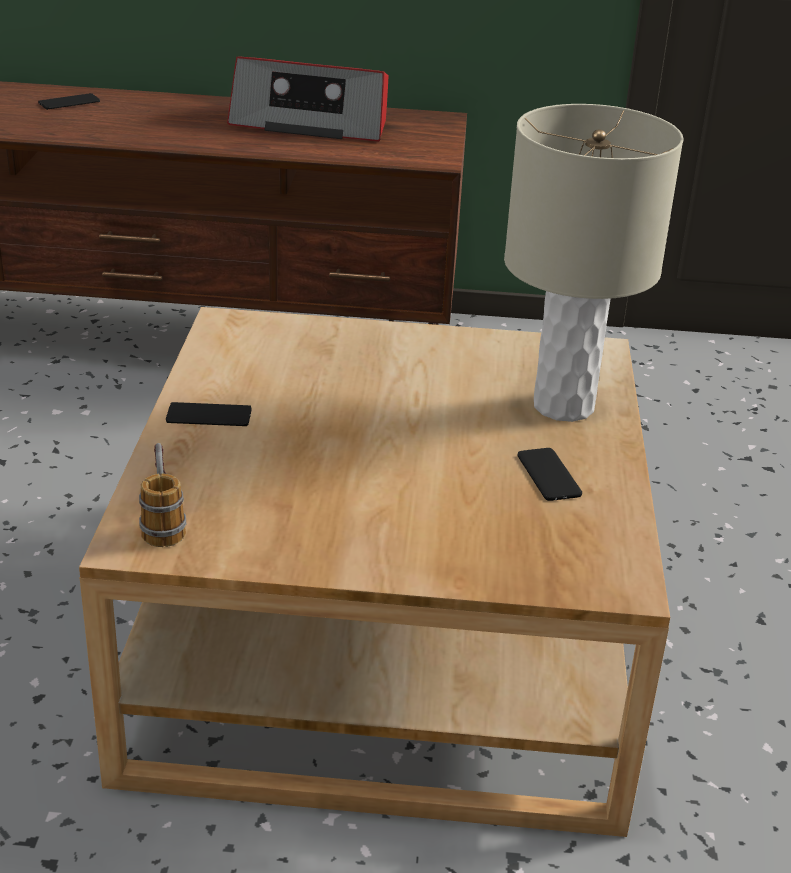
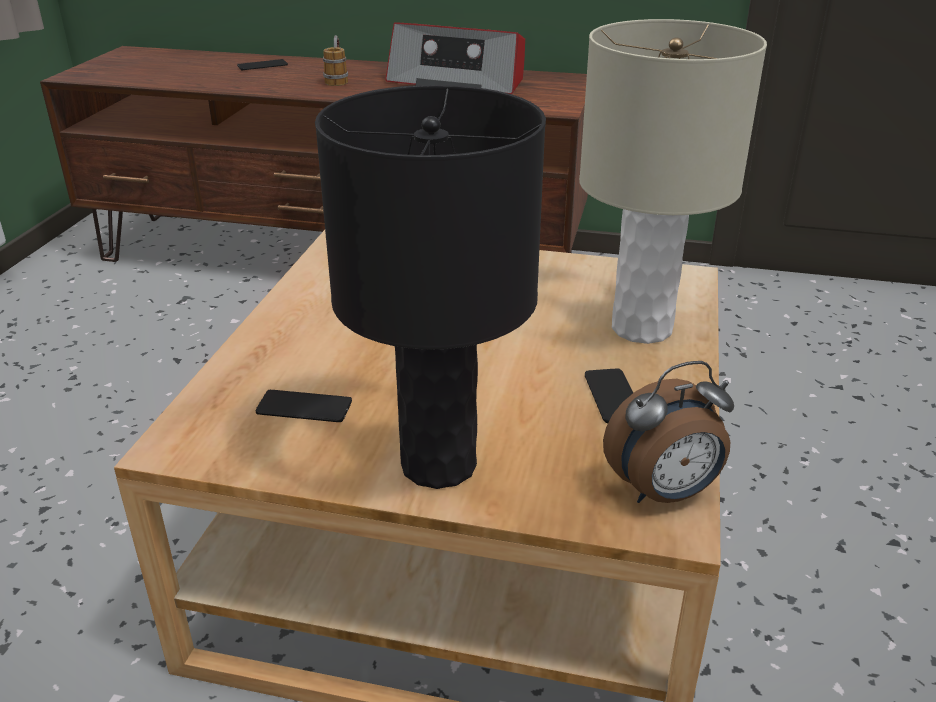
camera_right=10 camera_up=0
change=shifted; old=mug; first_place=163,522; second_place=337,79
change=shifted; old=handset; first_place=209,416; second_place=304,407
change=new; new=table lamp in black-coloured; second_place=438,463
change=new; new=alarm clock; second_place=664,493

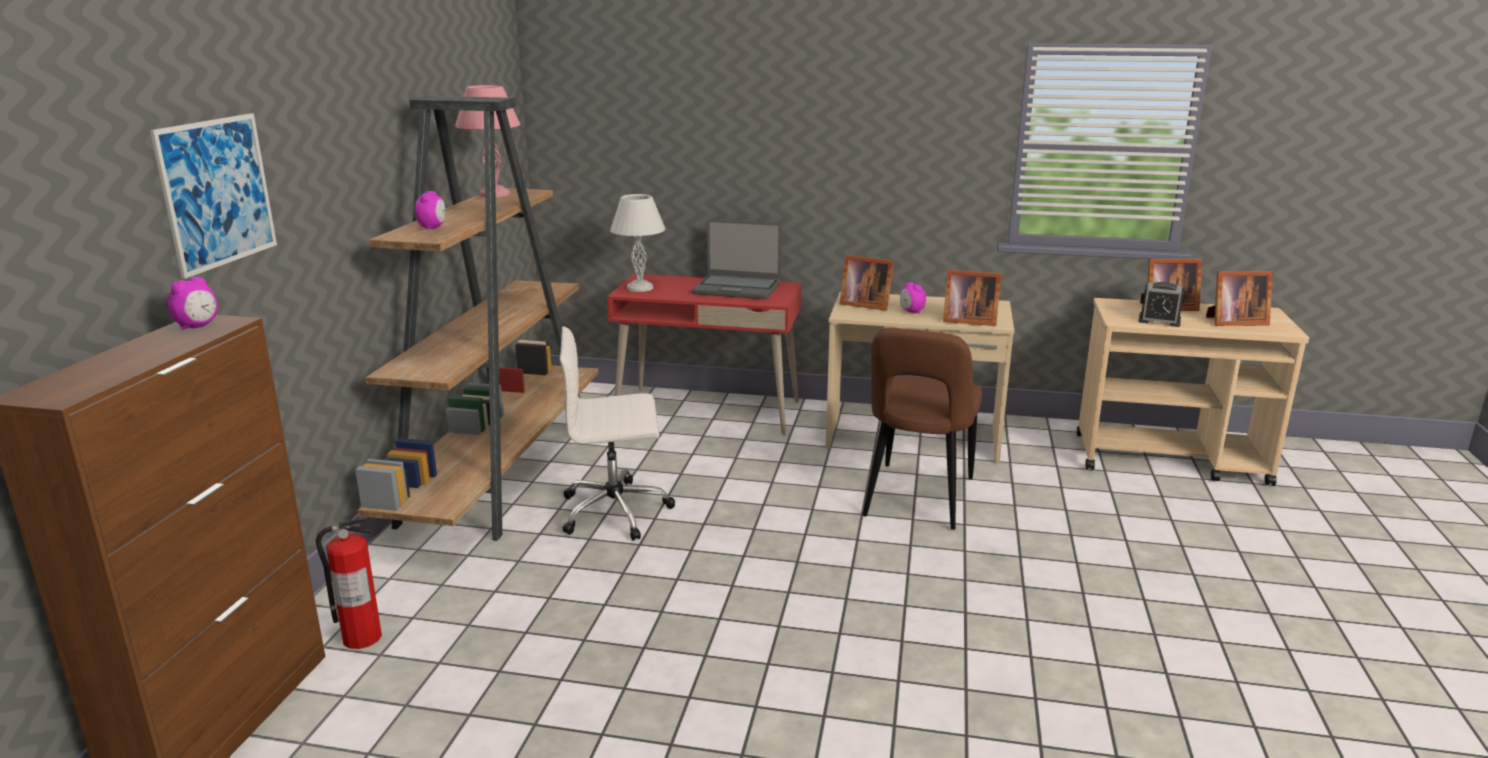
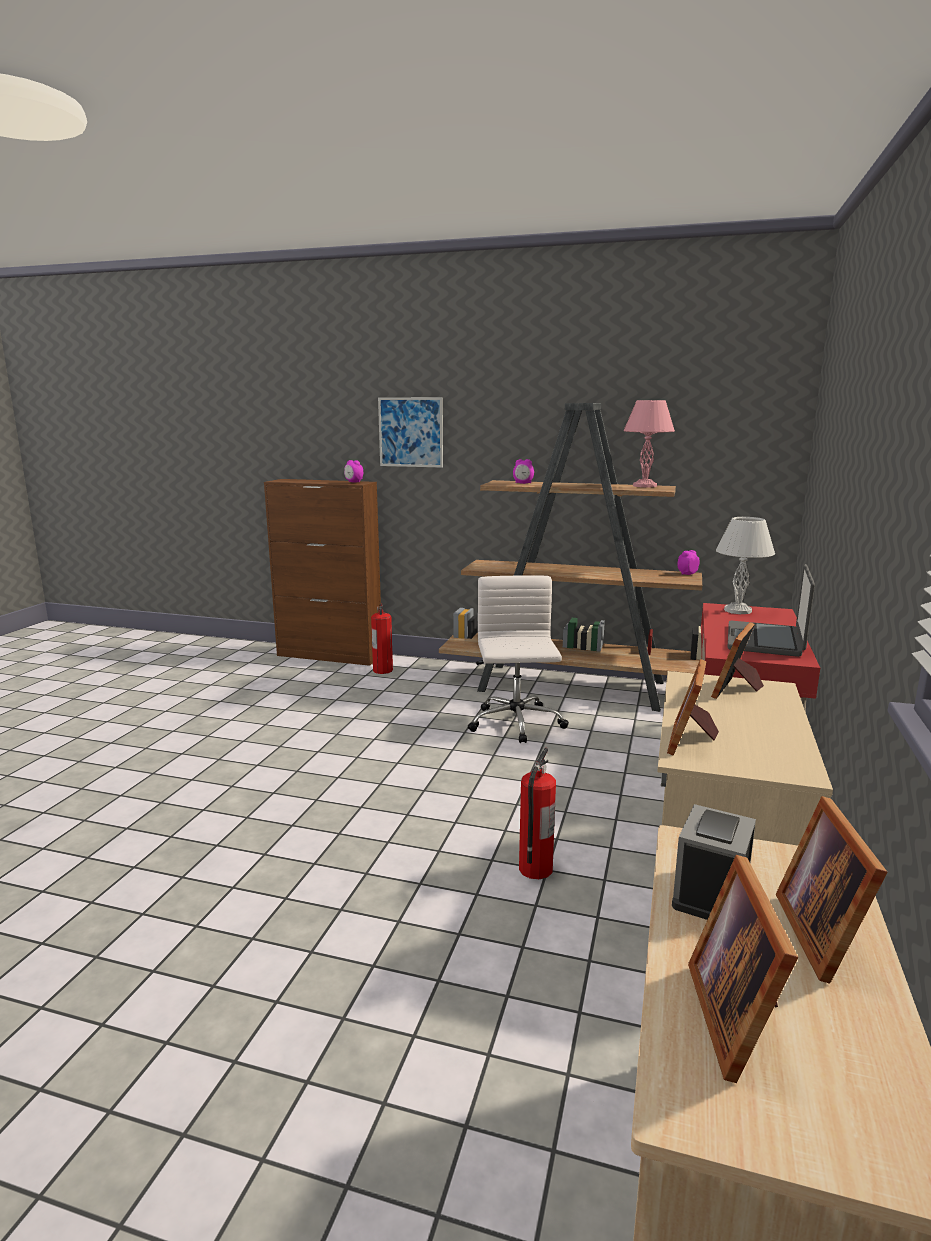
camera_right=95 camera_up=-5
change=swapped; old=chair in brownish; new=fire-fighting cylinder; first_place=917,500; second_place=535,869
change=shifted; old=alarm clock; first_place=911,312; second_place=687,574

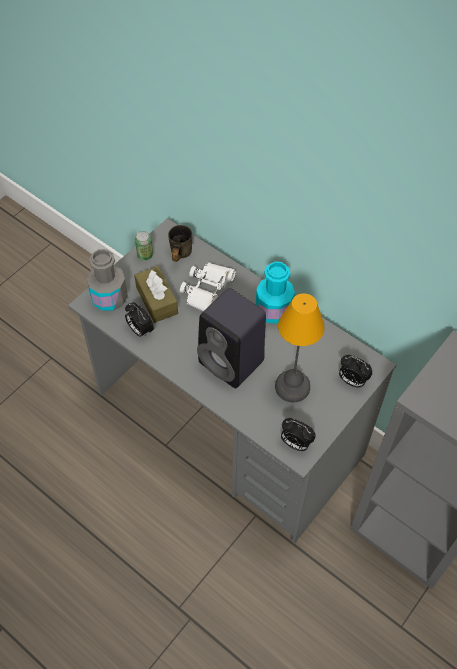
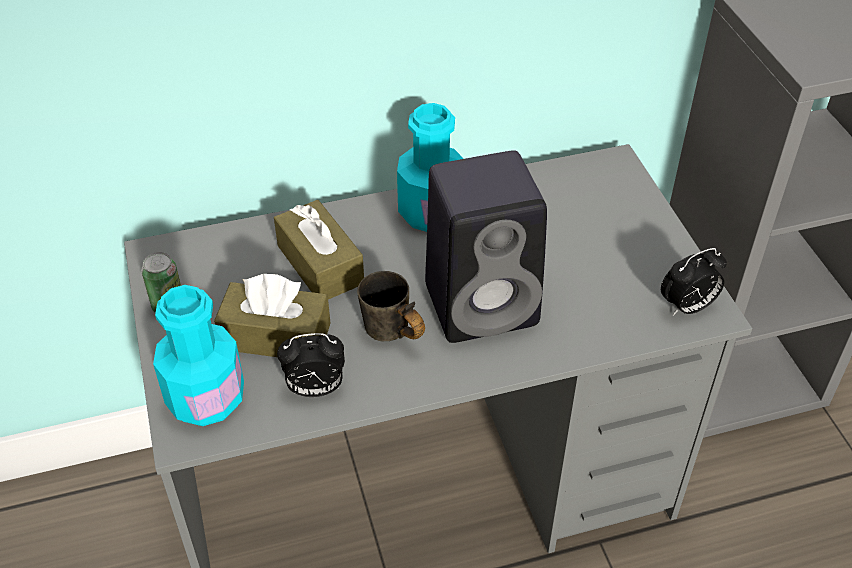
camera_right=-55 camera_up=-10
change=repainted; old=beverage bottle in greyish; new=beverage bottle in blue-green; first_place=109,298; second_place=206,398
change=shifted; old=mug in greyish; first_place=177,255; second_place=389,336
change=swapped; old=binoculars in white-coloured; new=tissue holder in brownish; first_place=207,290; second_place=320,264
change=gone; old=table lamp; first_place=292,388
change=gone; old=alarm clock; first_place=352,381

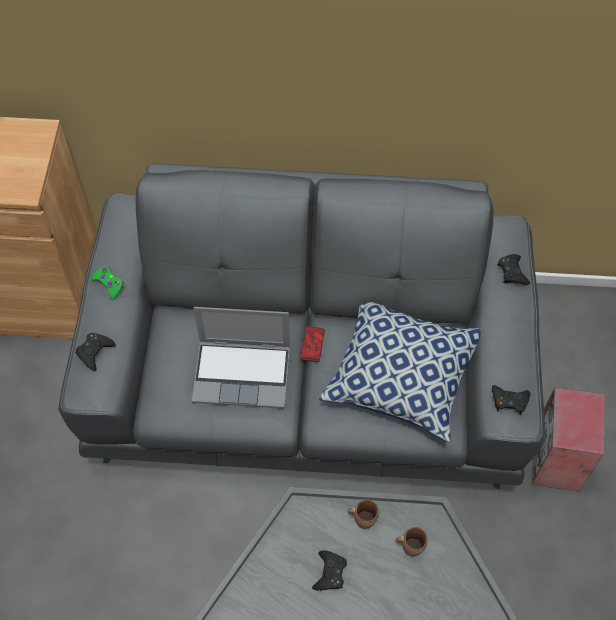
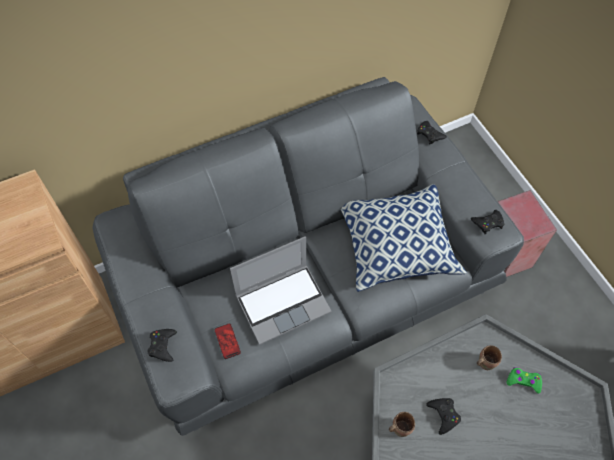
camera_right=-30 camera_up=0
change=shifted; old=gamepad in greenish; first_place=109,284; second_place=523,381
change=shifted; old=handset; first_place=312,344; second_place=227,341
change=shifted; old=mug in brownish; first_place=363,518; second_place=400,427

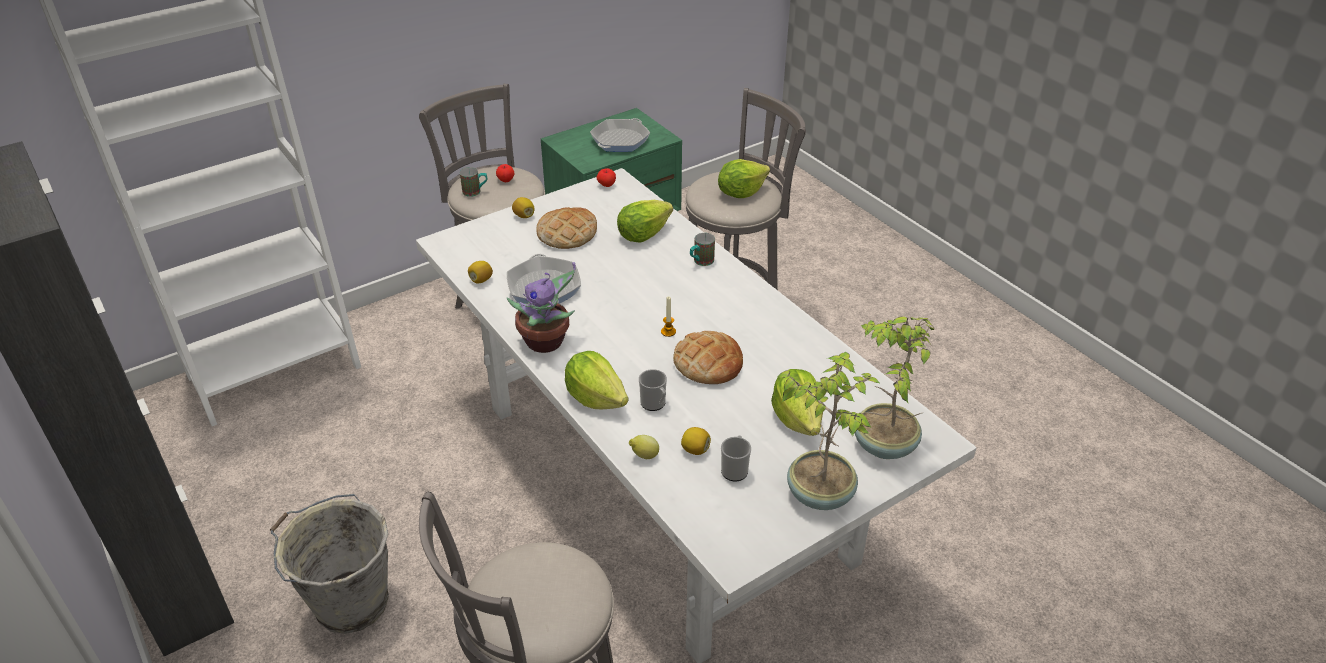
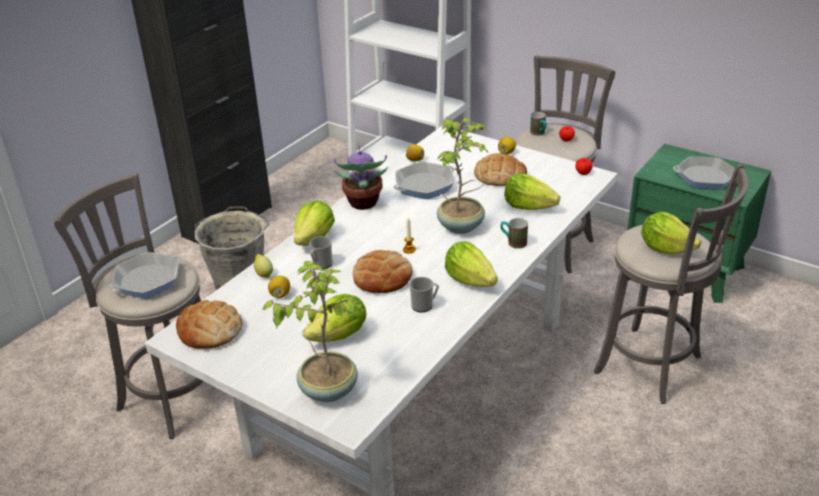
camera_right=70 camera_up=-5
change=shifted; old=mug; first_place=735,469; second_place=424,305
change=shifted; old=houseplant; first_place=820,493; second_place=462,226
change=new; new=skillet; second_place=148,280
change=new; new=bread; second_place=210,330
change=new; new=head of lettuce; second_place=470,280

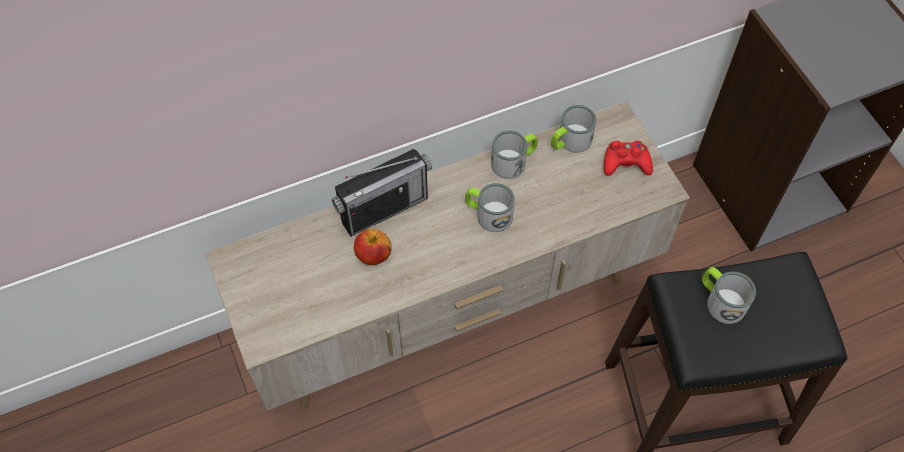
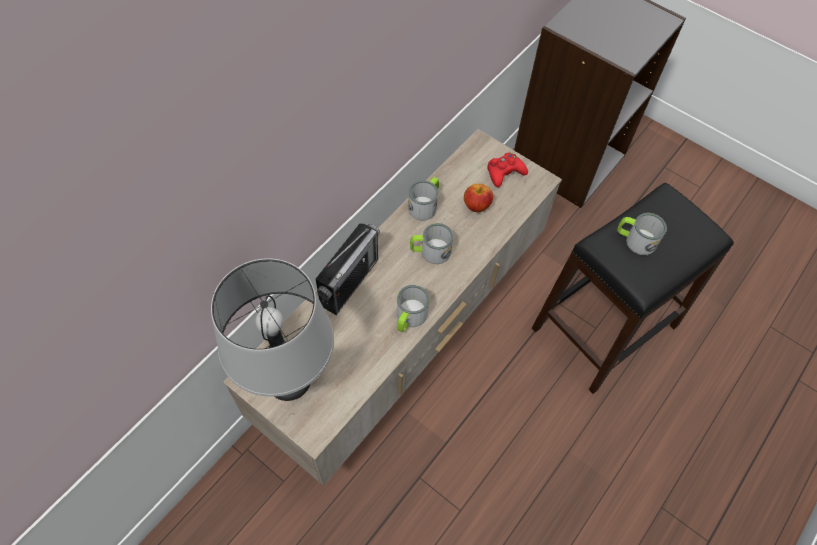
camera_right=-30 camera_up=0
change=shifted; old=apple fruit; first_place=373,255; second_place=476,206
change=shifted; old=mug; first_place=570,141; second_place=409,318
change=new; new=table lamp in greyish; second_place=288,378

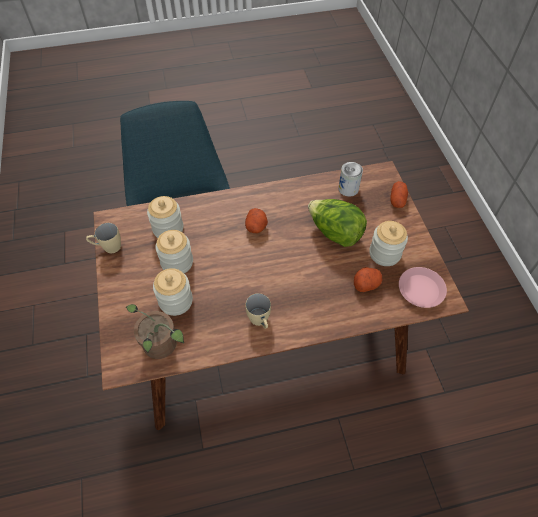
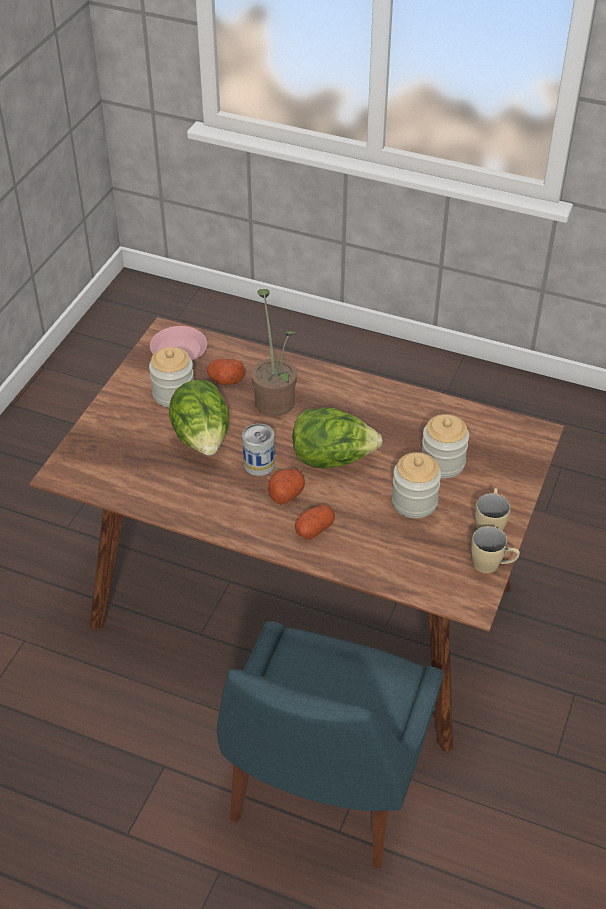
camera_right=-145 camera_up=-10
change=shifted; old=houseplant; first_place=162,347; second_place=275,397
change=gone; old=preserve jar; first_place=168,229
change=shifted; old=mug in beige; first_place=260,321; second_place=489,525
change=shifted; old=metal can; first_place=348,188; second_place=259,464
change=shifted; old=spud; first_place=397,200; second_place=314,529
change=new; new=head of lettuce; second_place=332,459

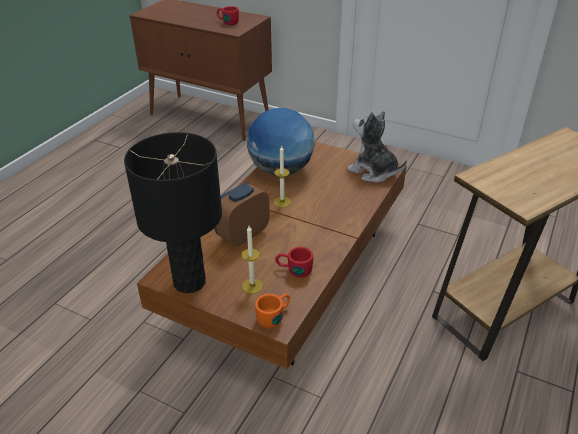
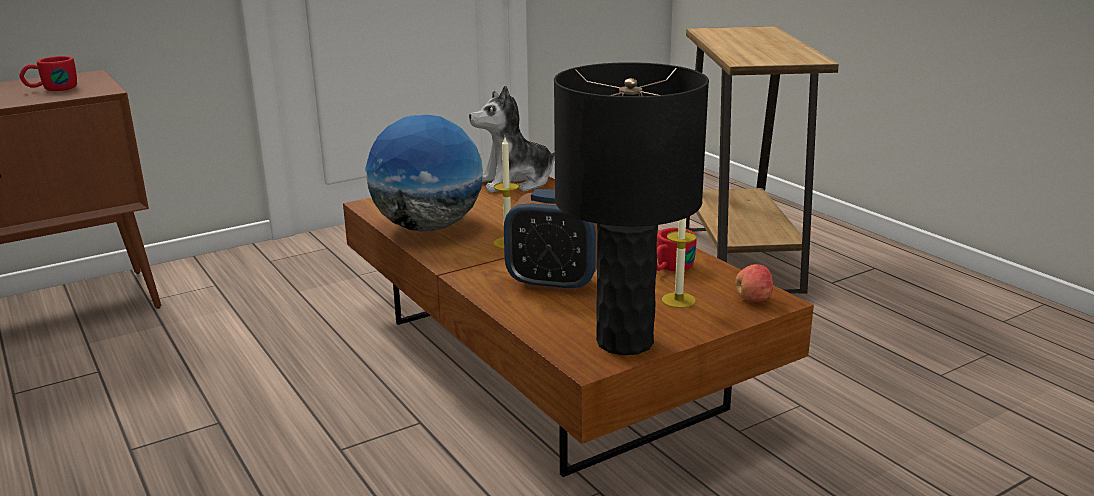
camera_right=-60 camera_up=-15
change=rotated; old=alarm clock; first_place=242,235; second_place=553,283; degrees=-60
change=swapped; old=mug in orange-coloured; new=apple fruit; first_place=274,316; second_place=753,299

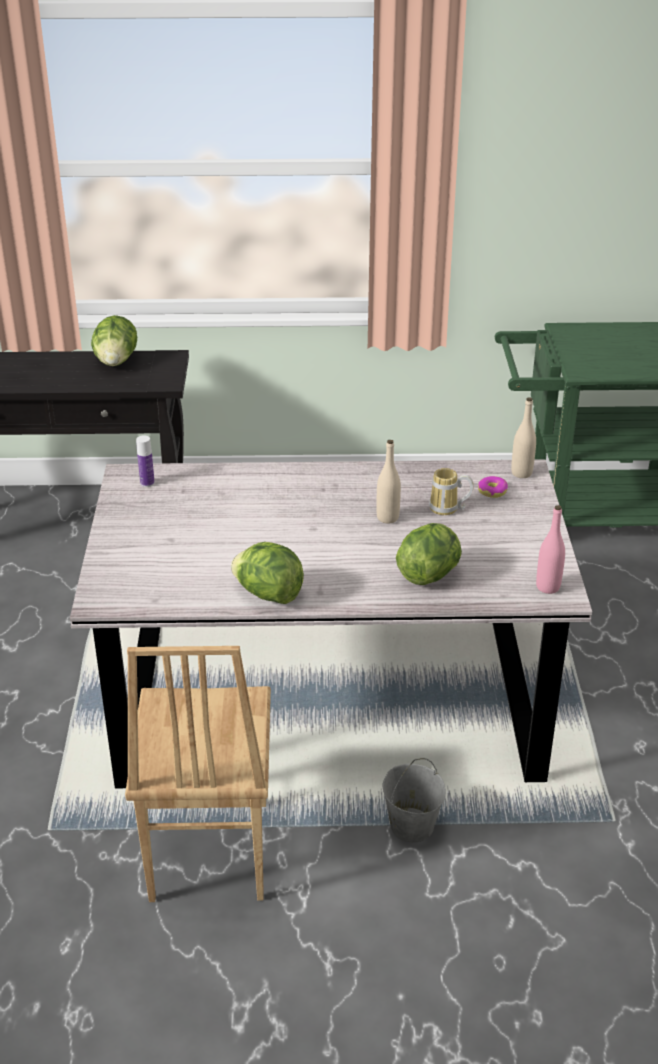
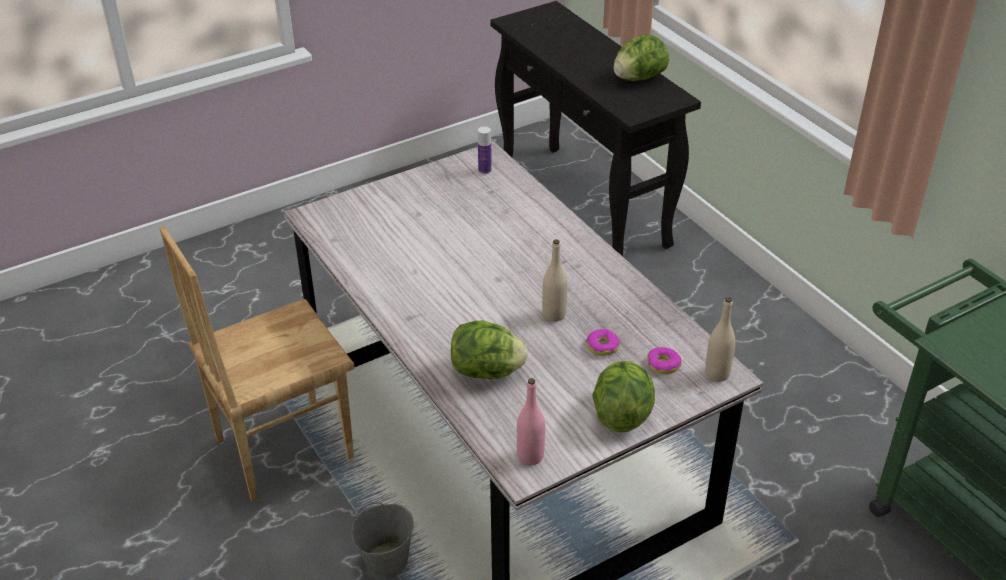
camera_right=60 camera_up=5
change=shifted; old=head of lettuce; first_place=268,594; second_place=621,414
change=swapped; old=mug; new=doughnut; first_place=447,509; second_place=602,346

